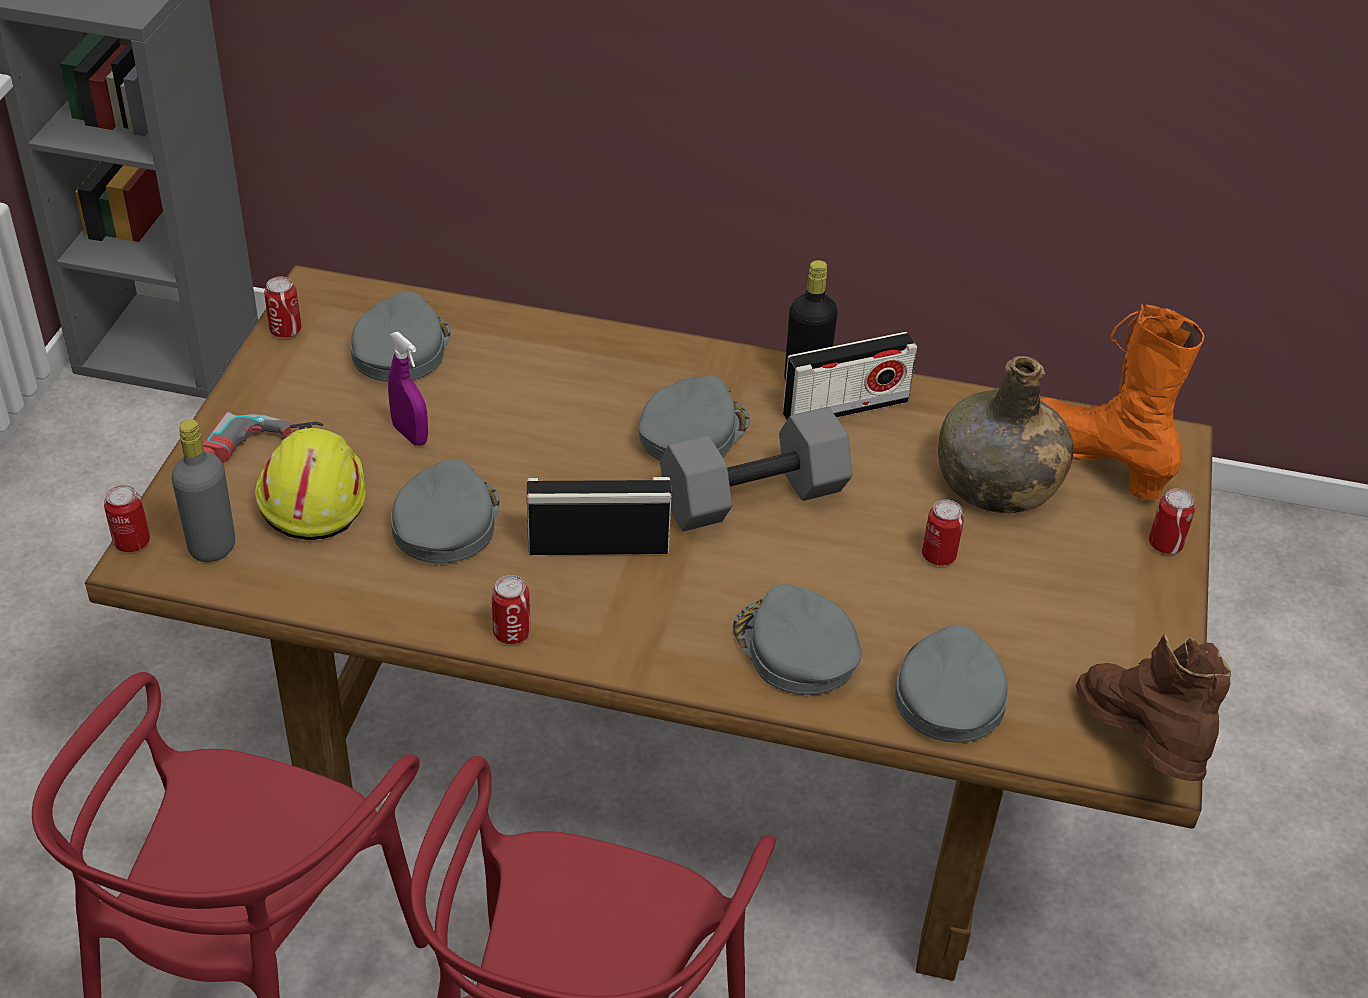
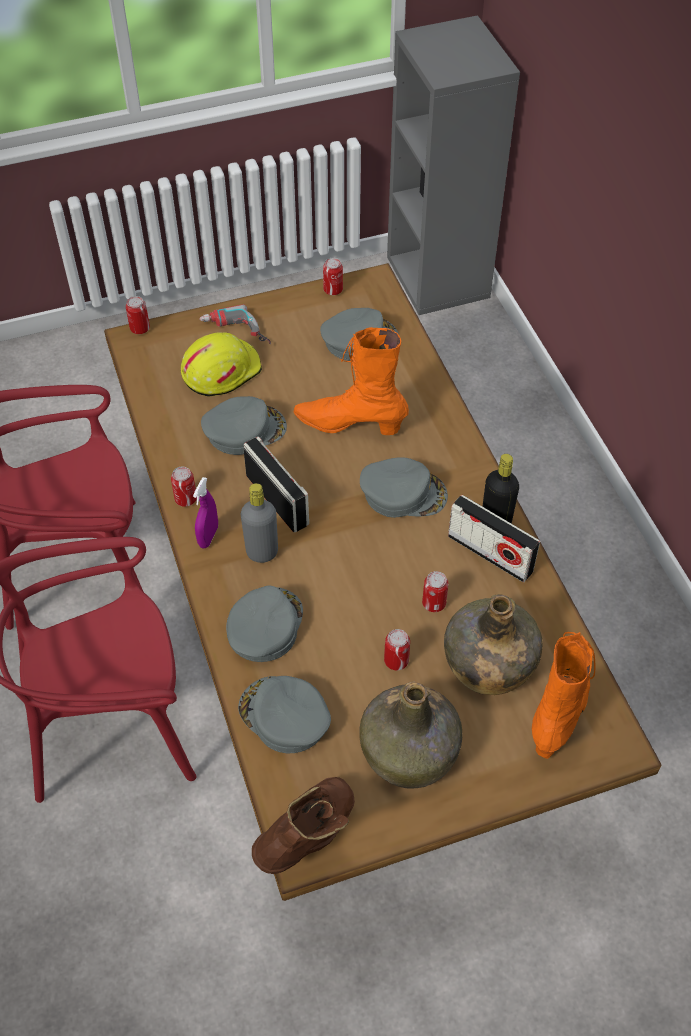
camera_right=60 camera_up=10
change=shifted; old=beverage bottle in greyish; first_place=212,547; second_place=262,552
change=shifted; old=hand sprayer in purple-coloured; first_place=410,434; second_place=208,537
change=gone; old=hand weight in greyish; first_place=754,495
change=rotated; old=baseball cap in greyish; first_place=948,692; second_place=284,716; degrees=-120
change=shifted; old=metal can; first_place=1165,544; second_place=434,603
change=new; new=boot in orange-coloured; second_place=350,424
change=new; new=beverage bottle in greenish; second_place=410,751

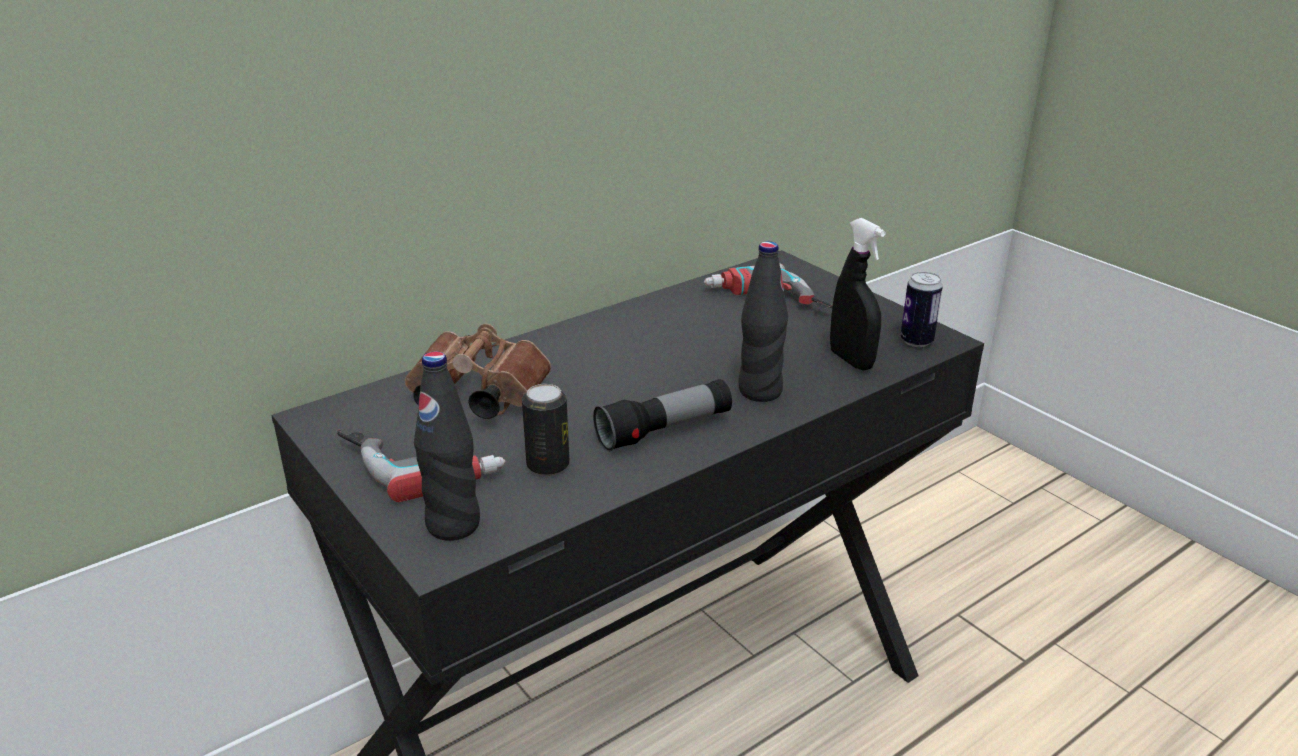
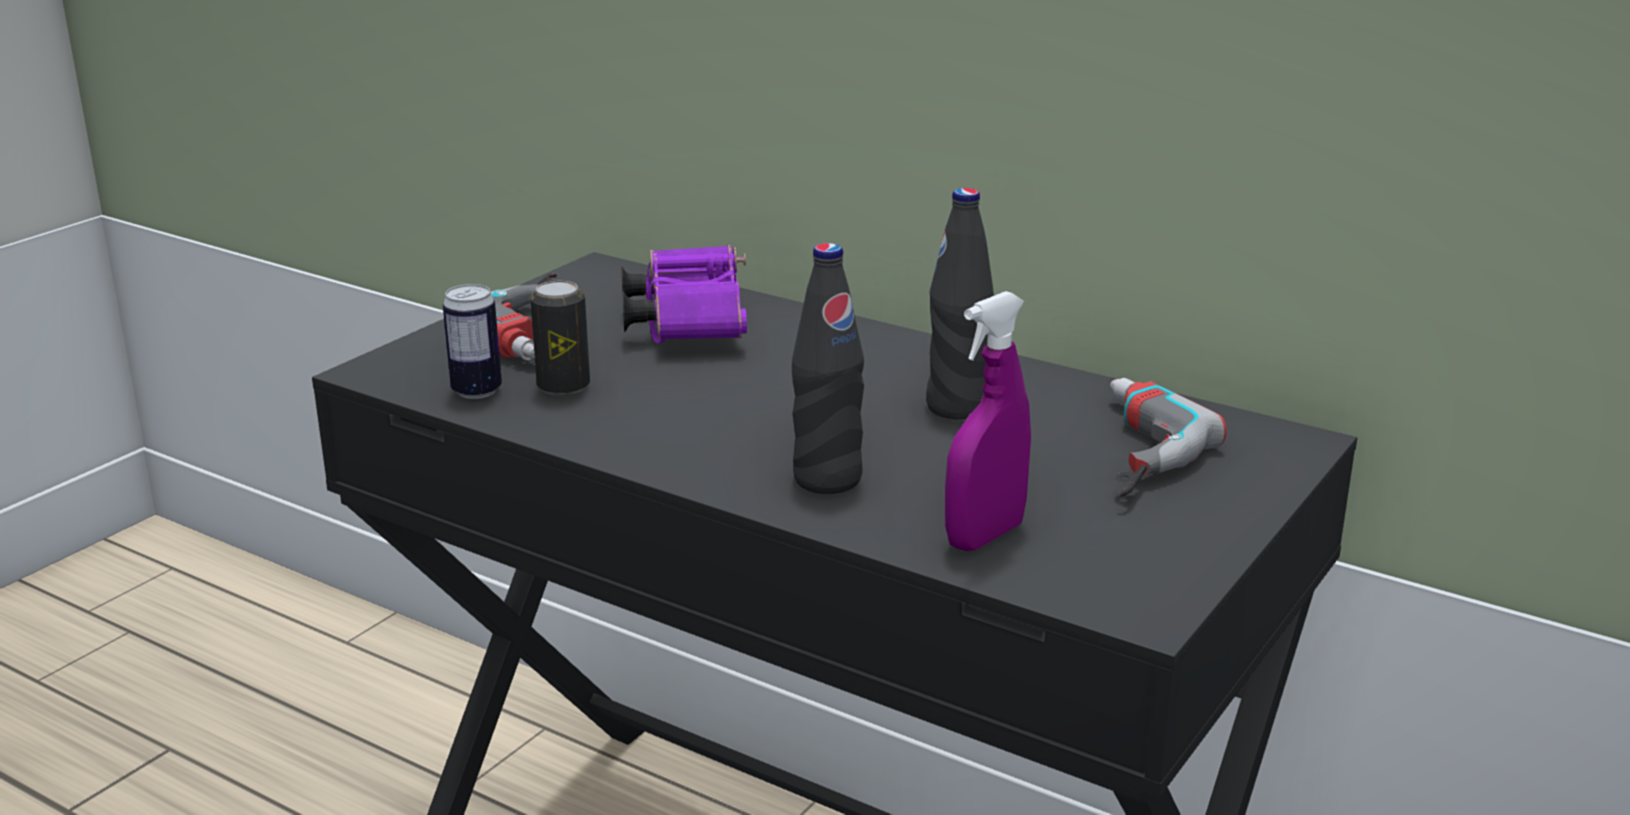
camera_right=70 camera_up=-5
change=repainted; old=binoculars in brownish; new=binoculars in purple-coloured; first_place=473,397; second_place=687,324
change=shifted; old=beverage bottle in black-coloured; first_place=453,525; second_place=957,407
change=gone; old=hand torch; first_place=664,430
change=repainted; old=hand sprayer in black-coloured; new=hand sprayer in purple-coloured; first_place=851,360; second_place=985,536
change=shifted; old=metal can; first_place=916,341; second_place=477,391

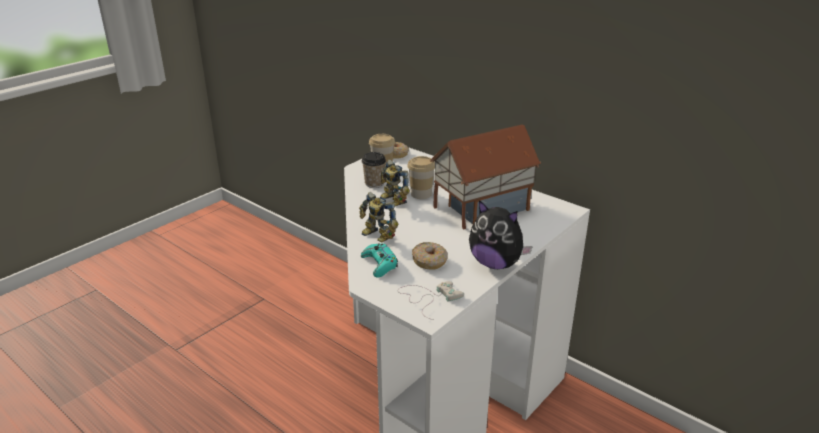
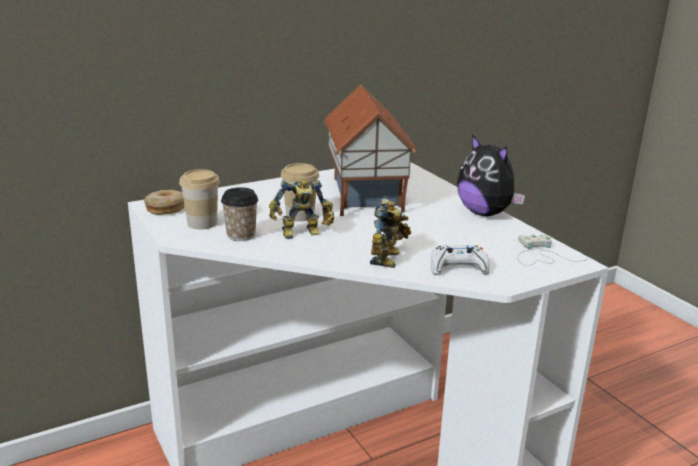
camera_right=-70 camera_up=-5
change=rotated; old=toy robot; first_place=376,237; second_place=389,258; degrees=-45
change=repainted; old=gamepad in blue-green; new=gamepad in white-coloured; first_place=379,264; second_place=458,268
change=gone; old=doughnut; first_place=430,261
change=rotated; old=soft toy; first_place=496,264; second_place=485,213; degrees=90

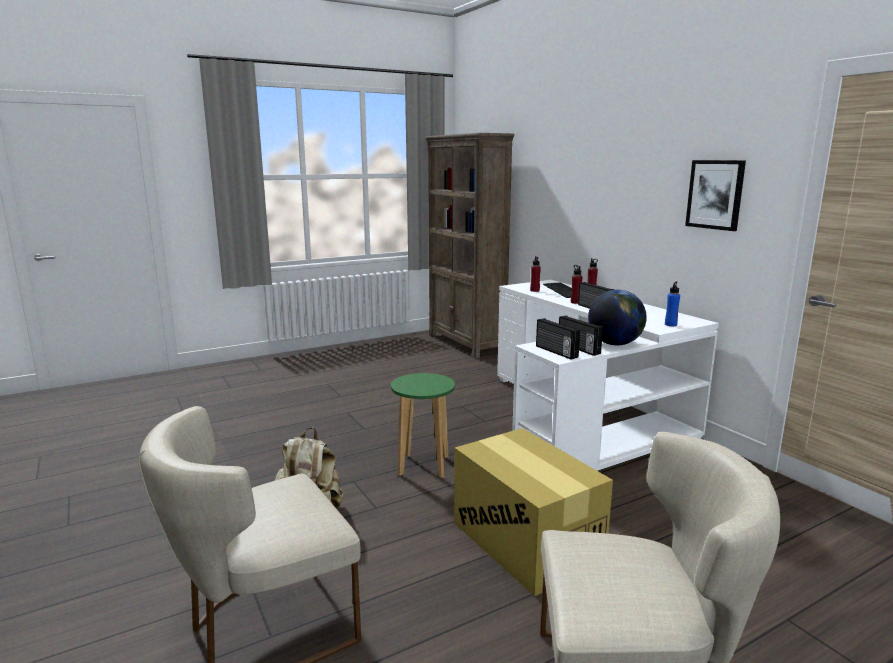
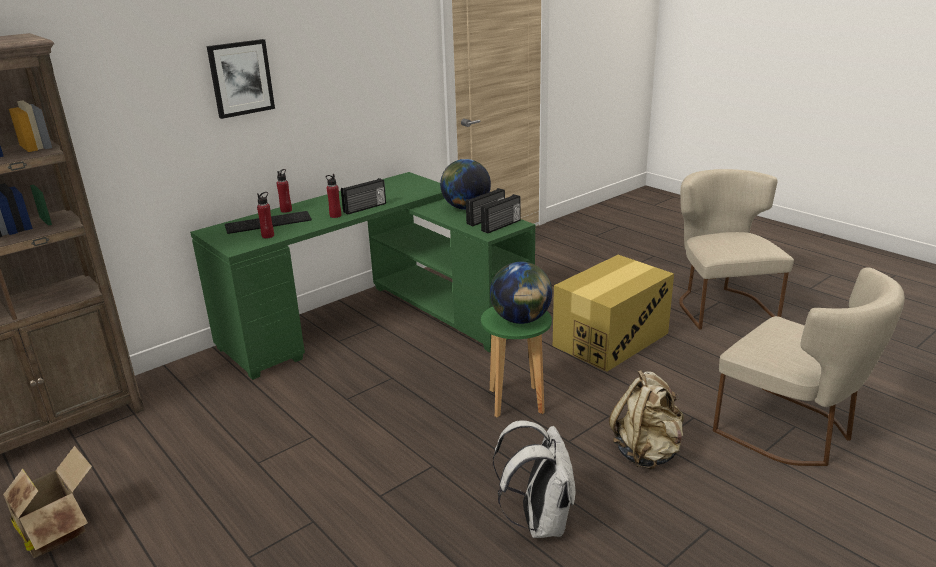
camera_right=-100 camera_up=10
change=repainted; old=desk in white-coloured; new=desk in greenish; first_place=586,420; second_place=379,321
change=gone; old=beverage bottle in bluish; first_place=670,324
change=shifted; old=picture; first_place=715,194; second_place=241,78
change=new; new=carton; second_place=58,530
change=new; new=world globe; second_place=521,320
change=new; new=backpack in white-coloured; second_place=539,521

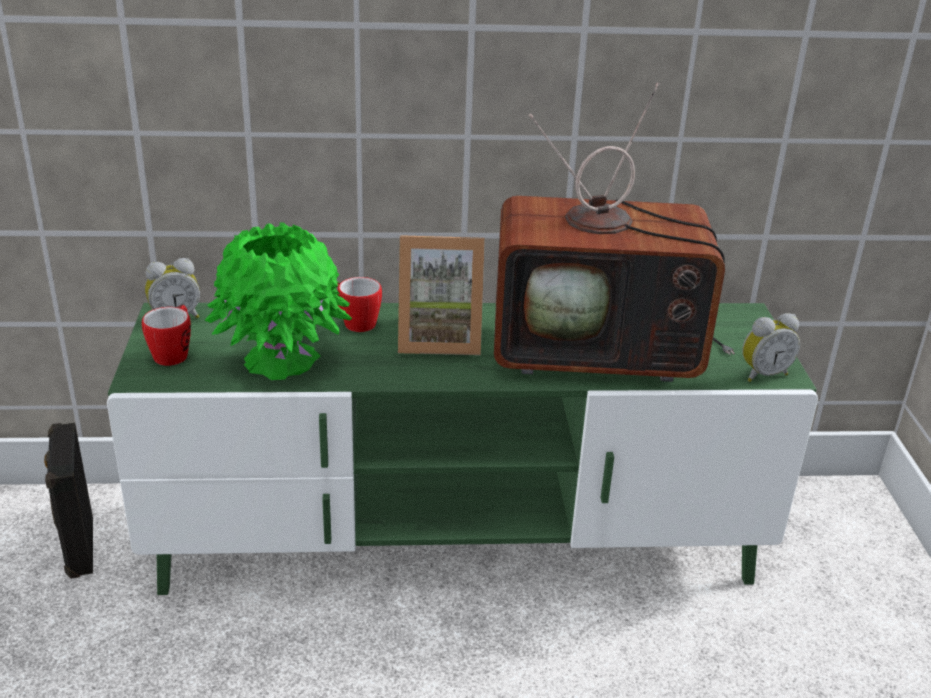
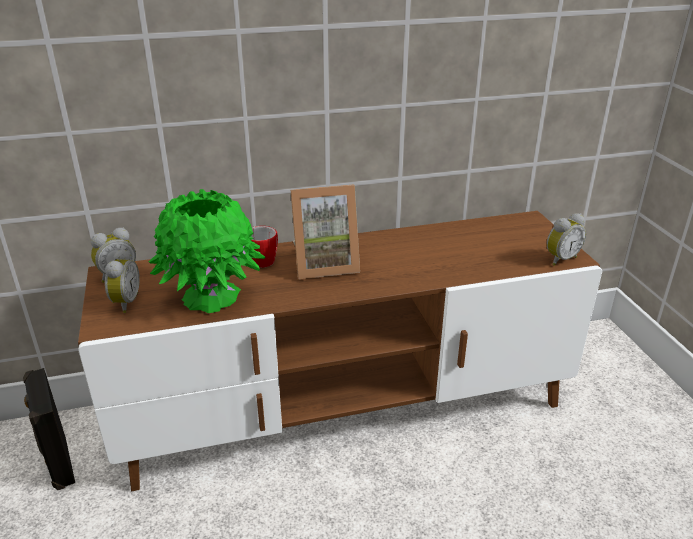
camera_right=-10 camera_up=0
change=repainted; old=tv unit in greenish; new=tv unit in brownish; first_place=457,539; second_place=346,409
change=swapped; old=mug; new=alarm clock; first_place=174,353; second_place=124,303
change=gone; old=TV set; first_place=601,350

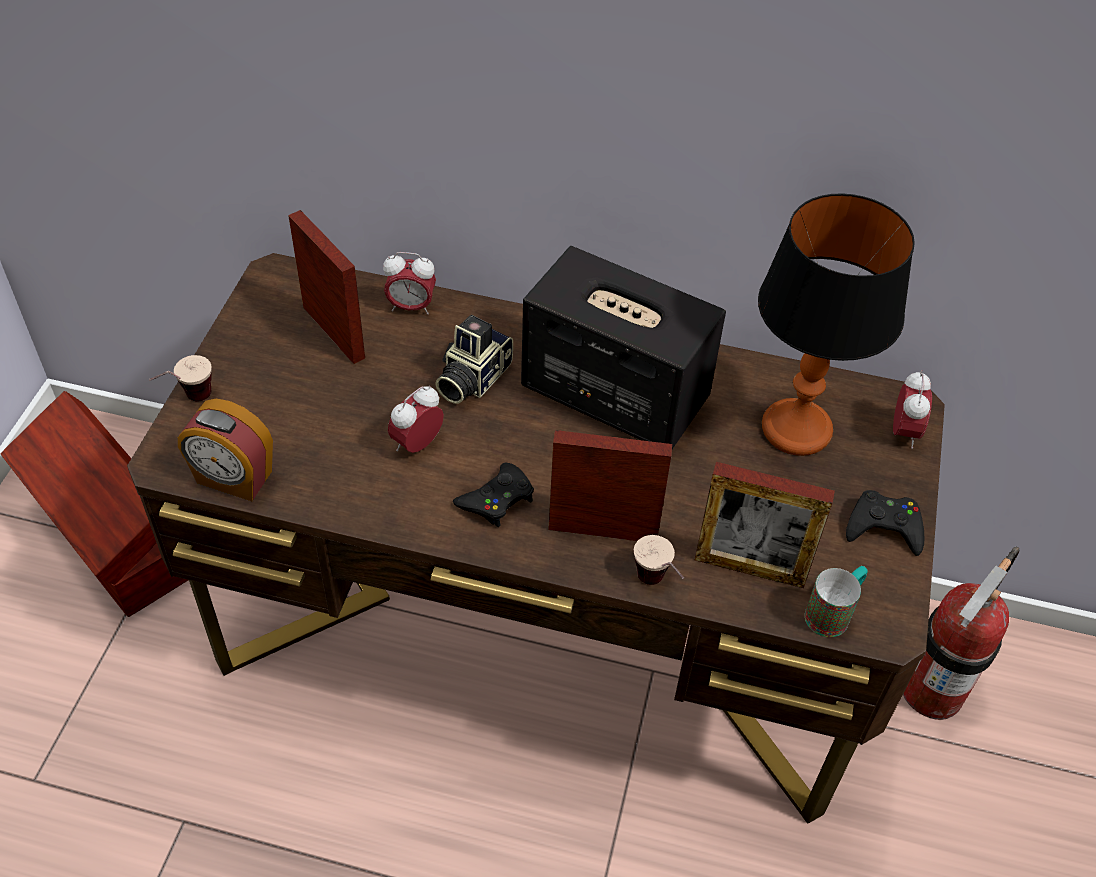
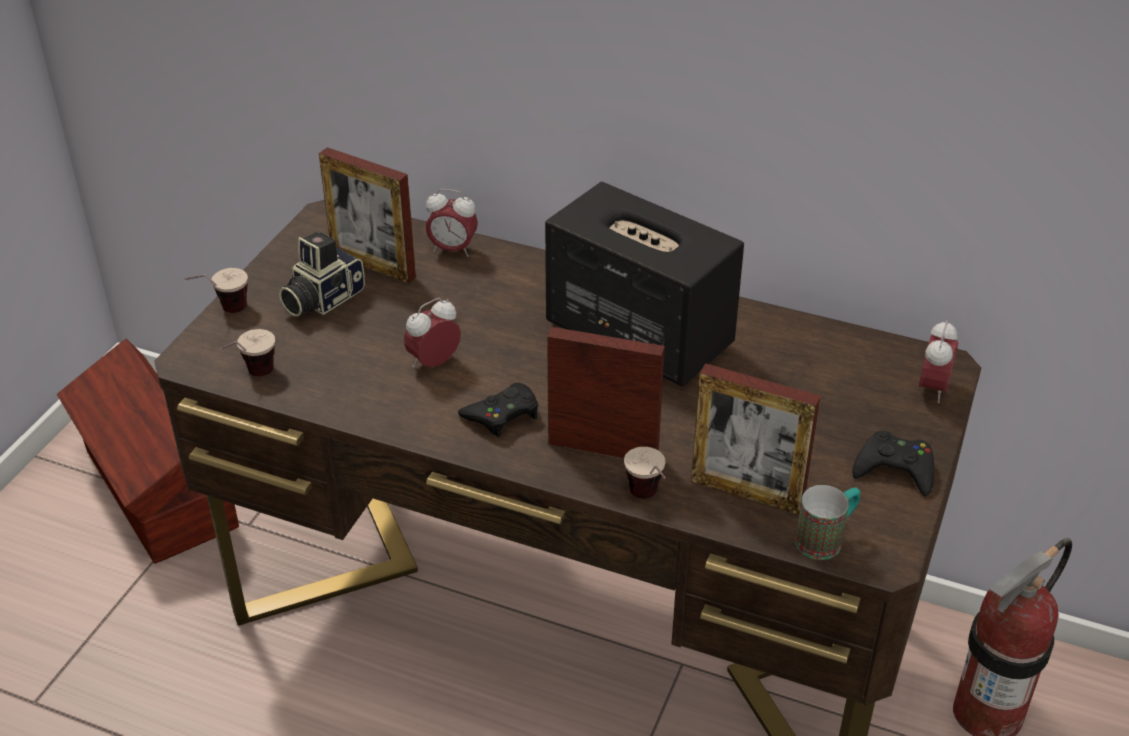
camera_right=10 camera_up=-10
change=swapped; old=alarm clock; new=cup; first_place=233,478; second_place=251,378
change=rotated; old=standing frame; first_place=333,332; second_place=373,266; degrees=150
change=shifted; old=still camera; first_place=471,378; second_place=321,298
change=gone; old=table lamp; first_place=797,430

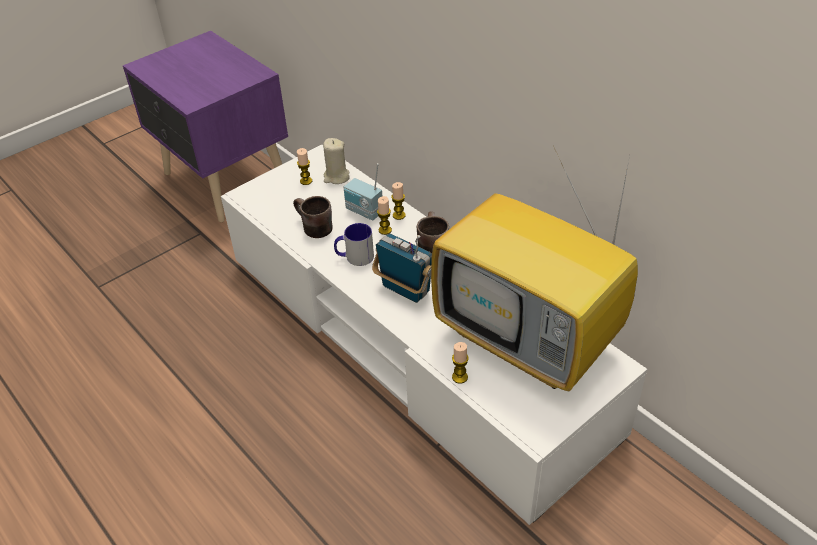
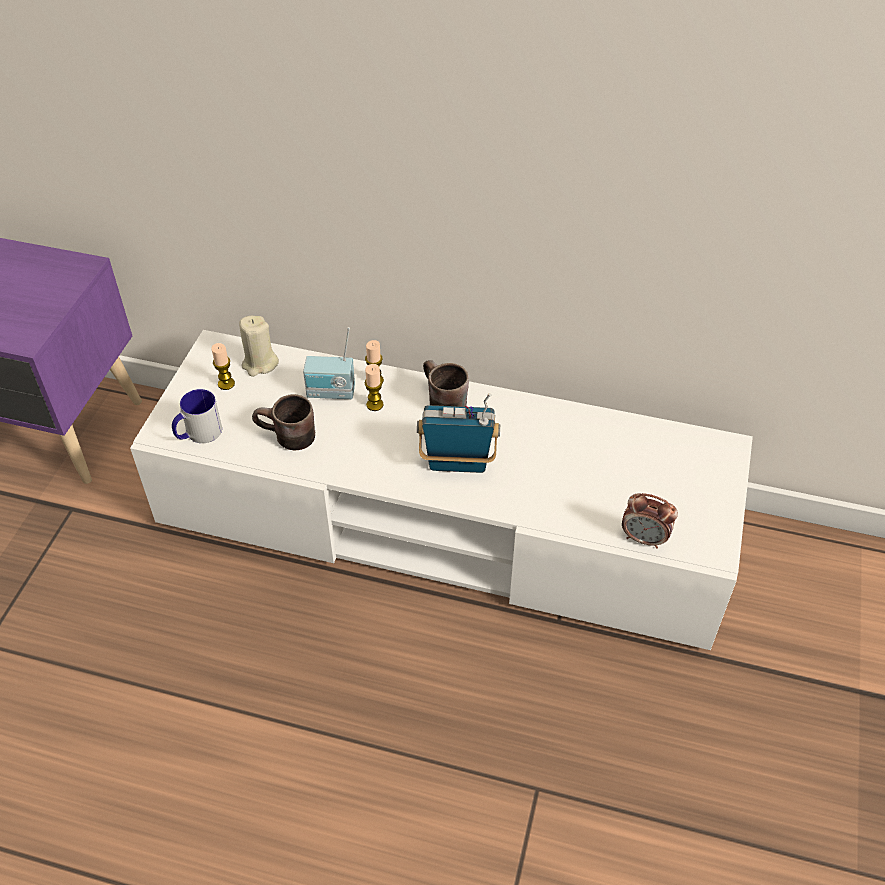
camera_right=-35 camera_up=5
change=shifted; old=mug; first_place=354,257; second_place=198,434
change=gone; old=TV set; first_place=530,341
change=gone; old=candle; first_place=459,377
change=new; new=alarm clock; second_place=644,538

